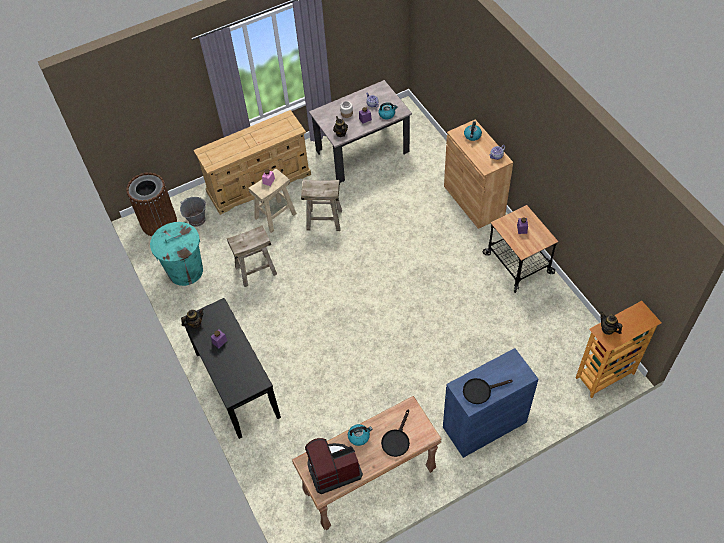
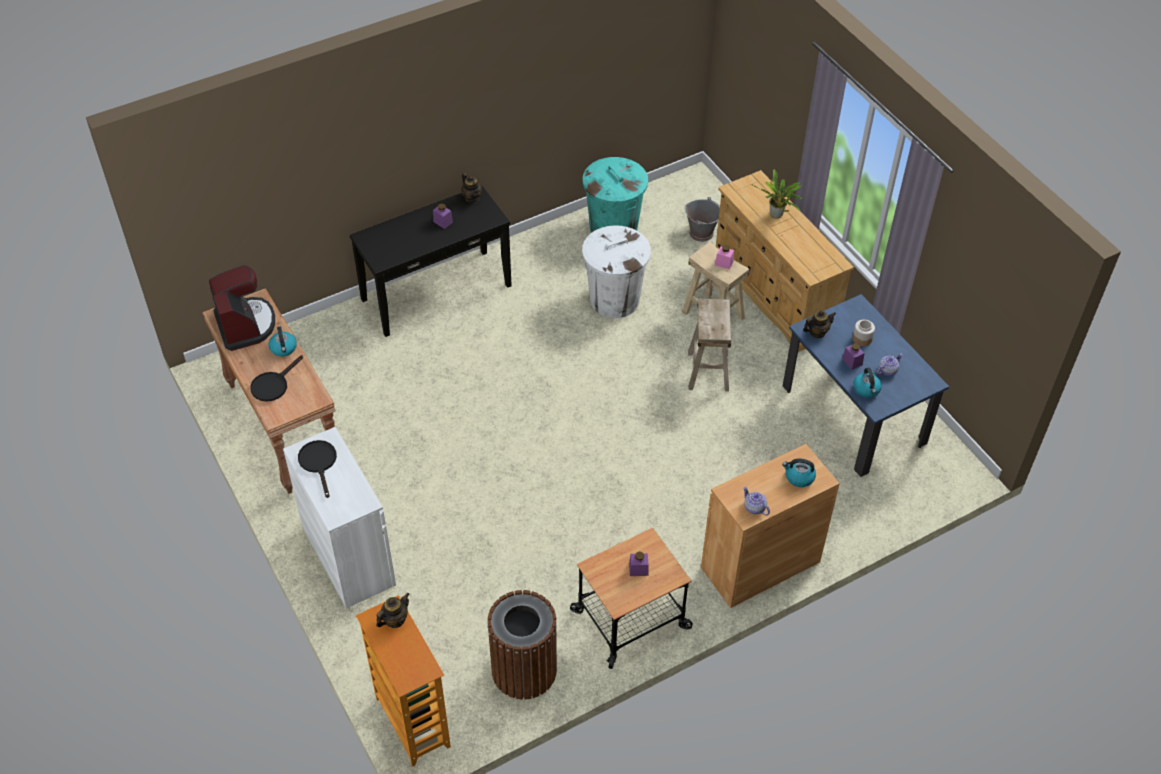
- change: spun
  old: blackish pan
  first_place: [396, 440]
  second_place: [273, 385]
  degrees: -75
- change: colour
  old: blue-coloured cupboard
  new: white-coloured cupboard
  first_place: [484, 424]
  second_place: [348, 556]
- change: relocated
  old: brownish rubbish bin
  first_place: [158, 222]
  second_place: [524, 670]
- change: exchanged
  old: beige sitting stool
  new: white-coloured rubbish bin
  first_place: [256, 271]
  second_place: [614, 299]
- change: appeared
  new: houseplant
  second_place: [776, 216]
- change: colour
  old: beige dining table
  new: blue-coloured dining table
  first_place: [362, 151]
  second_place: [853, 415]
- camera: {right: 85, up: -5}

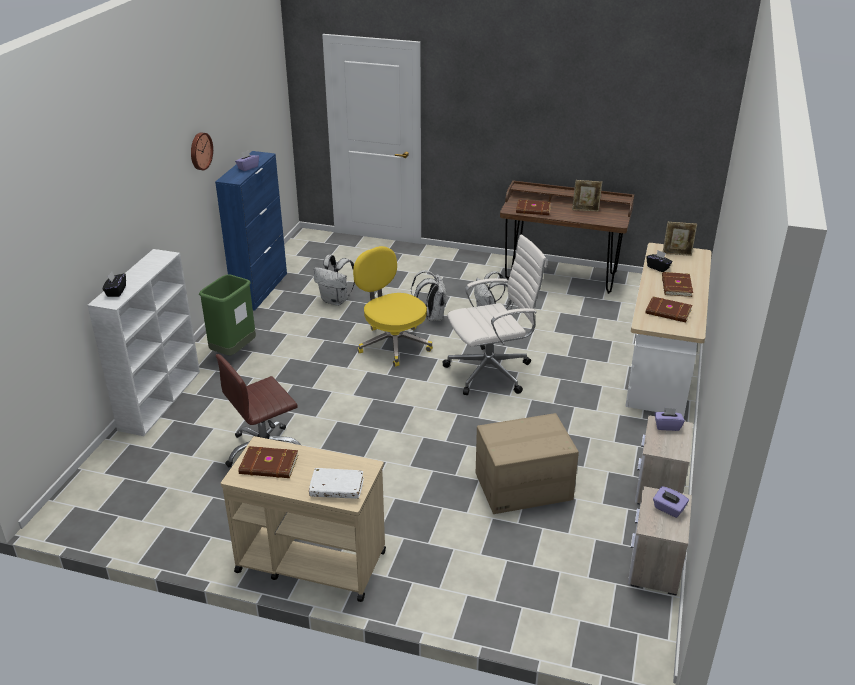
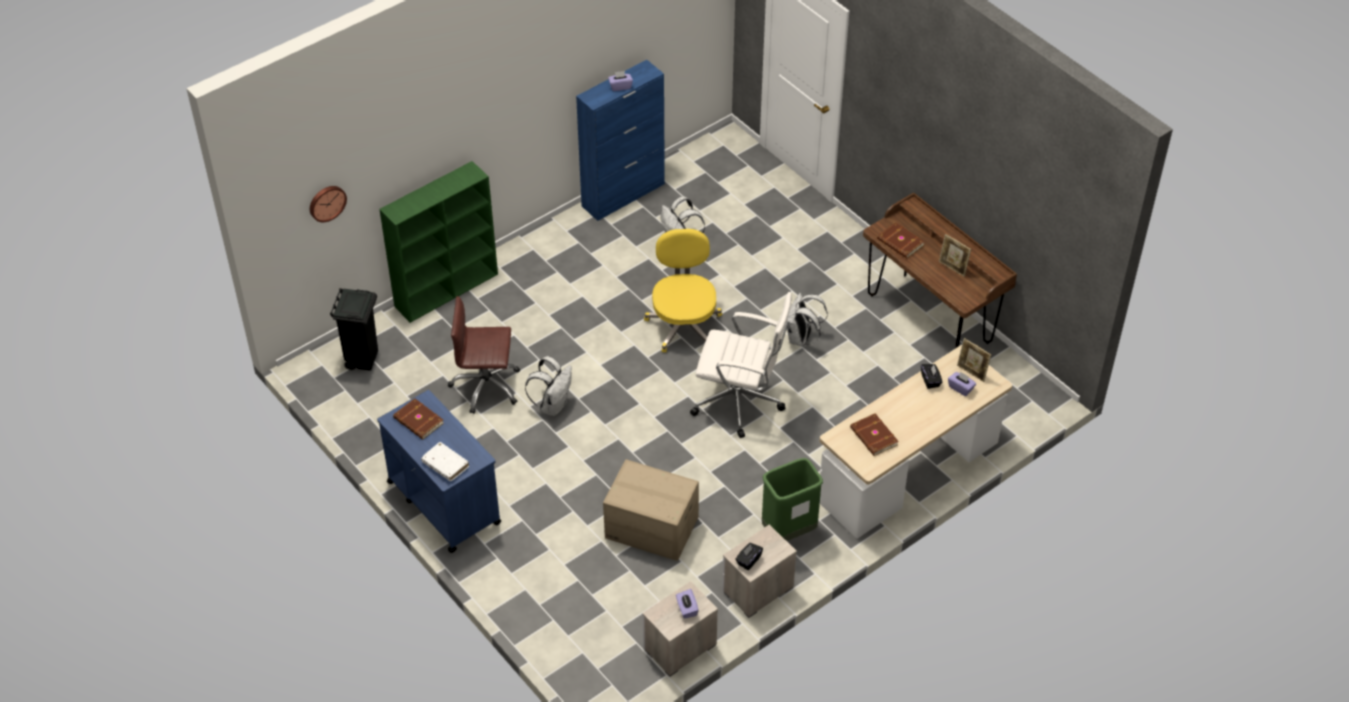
- change: relocated
  old: hanging clock
  first_place: [200, 151]
  second_place: [326, 202]
- change: appeared
  new: blackish rubbish bin
  second_place: [362, 359]
- change: colour
  old: beige wheeled cart
  new: blue-coloured wheeled cart
  first_place: [310, 561]
  second_place: [443, 502]
- change: colour
  old: white-coloured bookshelf
  new: green bookshelf
  first_place: [160, 399]
  second_place: [447, 289]
- change: relocated
  old: white-coloured rucksack
  first_place: [431, 317]
  second_place: [553, 405]
- change: relocated
  old: blackish tissue box
  first_place: [116, 291]
  second_place: [748, 560]
- change: relocated
  old: green rubbish bin
  first_place: [233, 351]
  second_place: [789, 531]
- change: relocated
  old: purplish tissue box
  first_place: [667, 426]
  second_place: [961, 388]
- change: missing
  old: brownish book
  first_place: [675, 286]
- camera: {right: 35, up: 15}

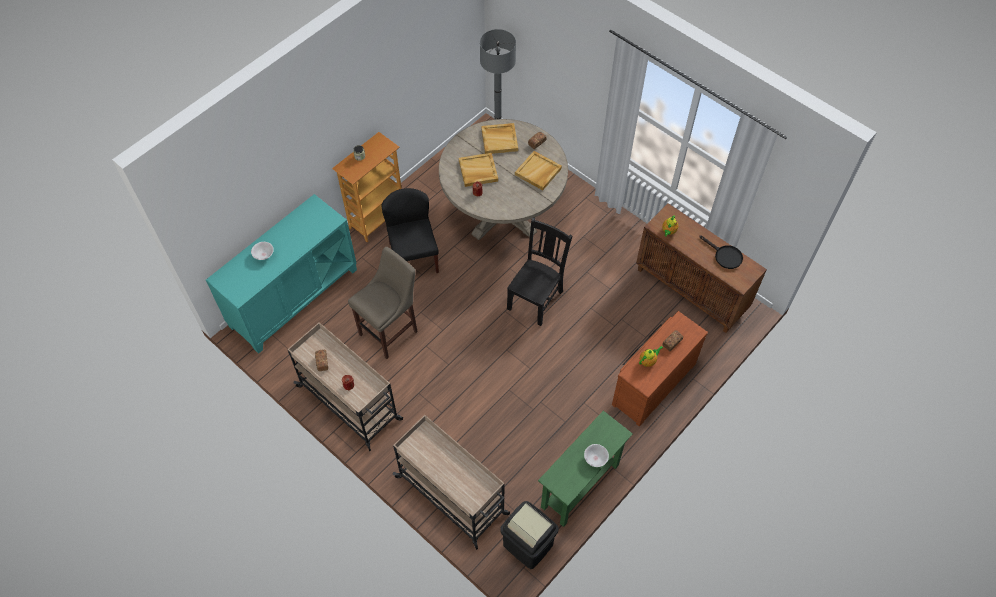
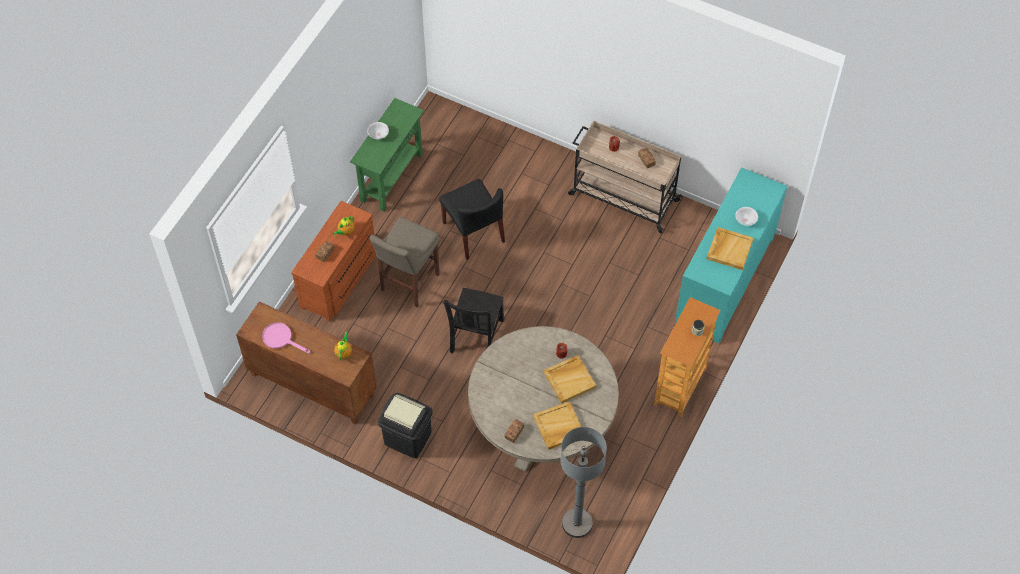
- change: colour
  old: blackish pan
  new: pinkish pan
  first_place: [724, 256]
  second_place: [281, 338]
- change: relocated
  old: beige sitting stool
  first_place: [391, 331]
  second_place: [408, 284]
- change: relocated
  old: blackish rubbish bin
  first_place: [528, 544]
  second_place: [407, 438]
- change: relocated
  old: blackish upright chair
  first_place: [413, 257]
  second_place: [473, 232]
- change: relocated
  old: beige serving tray
  first_place: [538, 172]
  second_place: [729, 249]
- change: missing
  old: beige wheeled cart
  first_place: [453, 496]
- camera: {right: 165, up: 0}

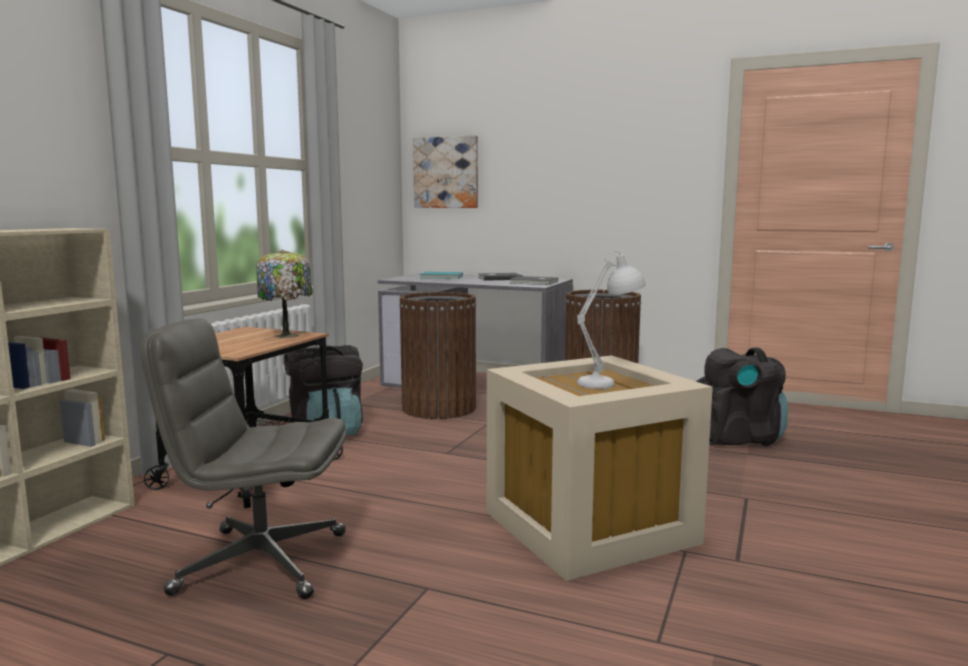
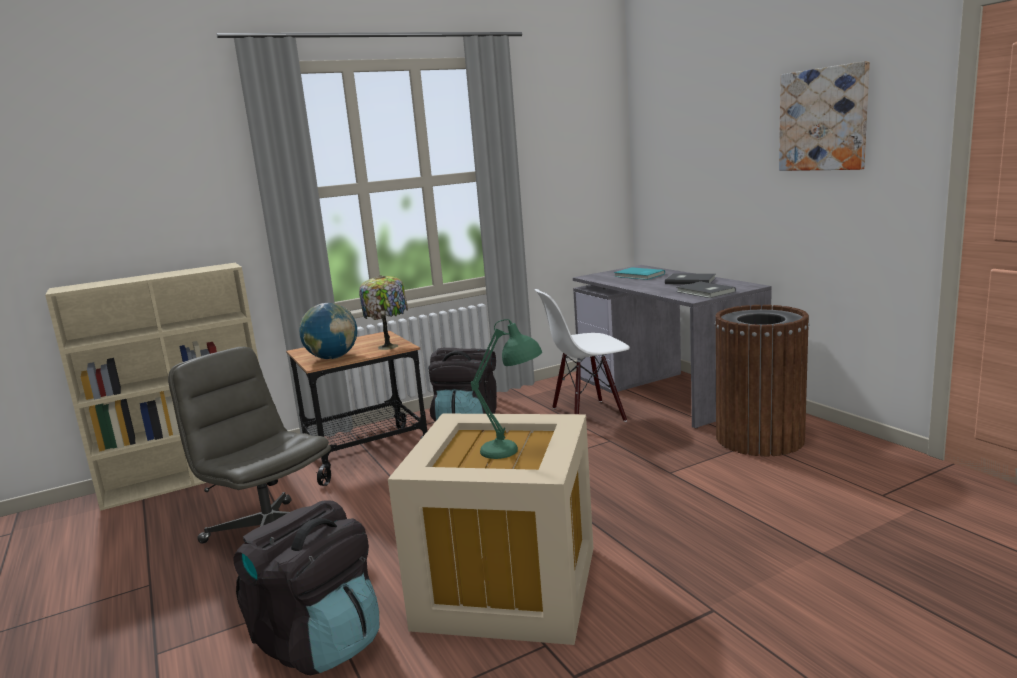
- change: relocated
  old: blackish rucksack
  first_place: [736, 439]
  second_place: [318, 641]
- change: appeared
  new: world globe
  second_place: [332, 358]
- change: colour
  old: white-coloured lamp for a table
  new: green lamp for a table
  first_place: [610, 382]
  second_place: [514, 452]
- change: exchanged
  old: brownish rubbish bin
  new: white-coloured upright chair
  first_place: [438, 408]
  second_place: [587, 415]
- change: relocated
  old: wall picture
  first_place: [446, 172]
  second_place: [823, 119]
- camera: {right: 40, up: 5}

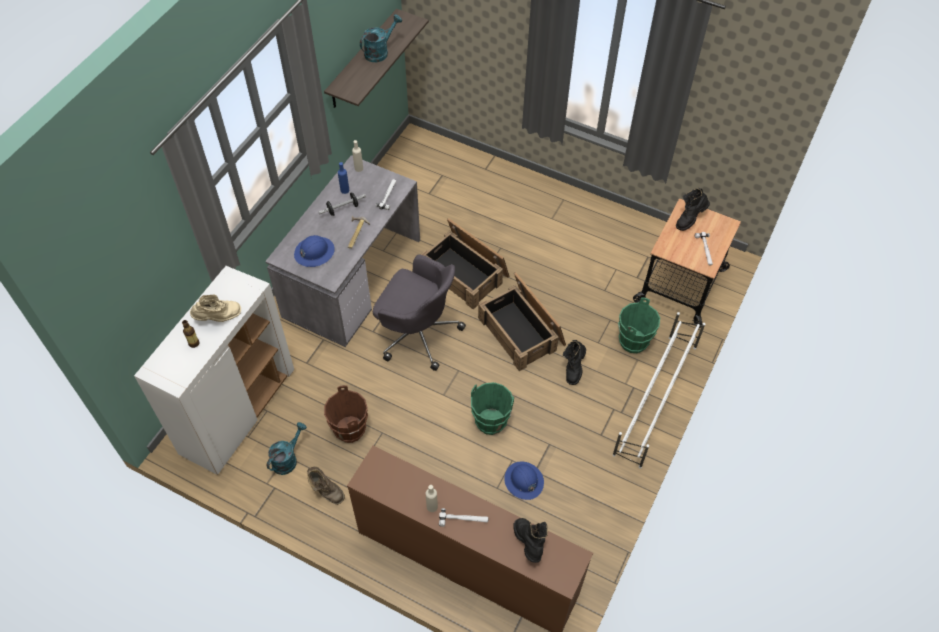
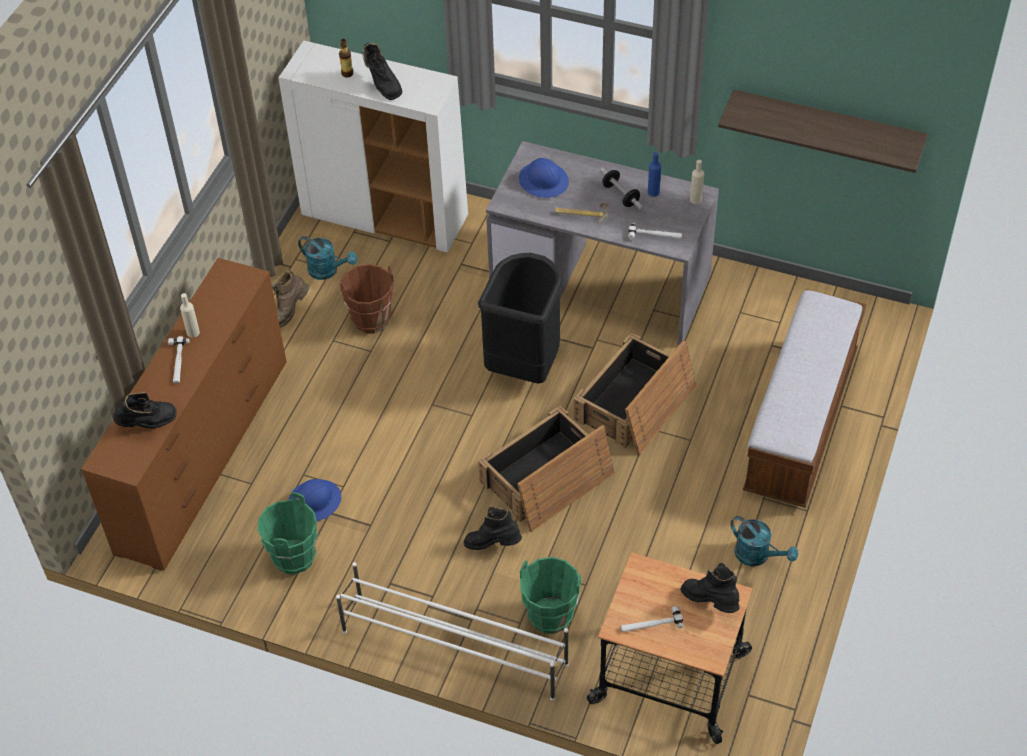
- change: relocated
  old: green water bucket
  first_place: [490, 422]
  second_place: [293, 557]
- change: colour
  old: beige boot
  new: blackish boot
  first_place: [218, 318]
  second_place: [382, 85]
- change: exchanged
  old: gray desk chair
  new: blackish rubbish bin
  first_place: [417, 333]
  second_place: [524, 365]
- change: relocated
  old: turquoise-coloured watering can
  first_place: [380, 52]
  second_place: [757, 556]
- change: appeared
  new: bench
  second_place: [800, 422]
- camera: {right: 85, up: -5}

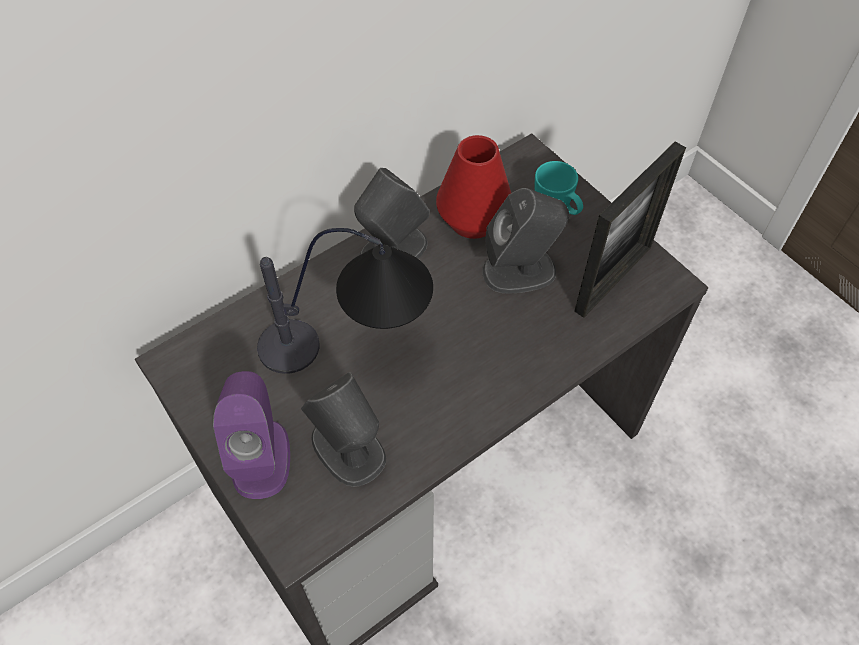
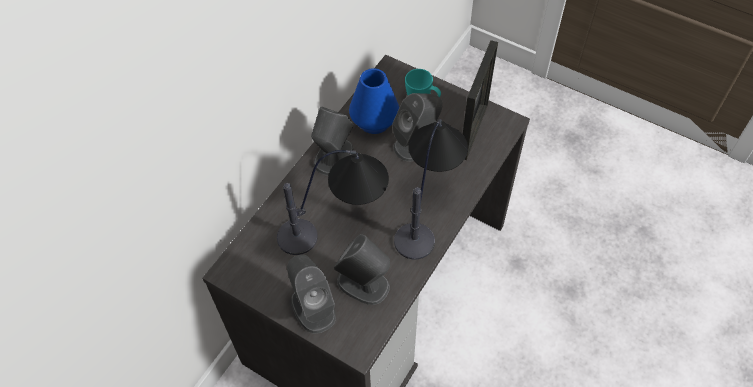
- change: colour
  old: purplish audio speaker
  new: gray audio speaker
  first_place: [260, 457]
  second_place: [313, 307]
- change: colour
  old: red vase
  new: blue-coloured vase
  first_place: [472, 220]
  second_place: [374, 121]
- change: appeared
  new: lamp for a table
  second_place: [426, 207]
- camera: {right: -20, up: 0}

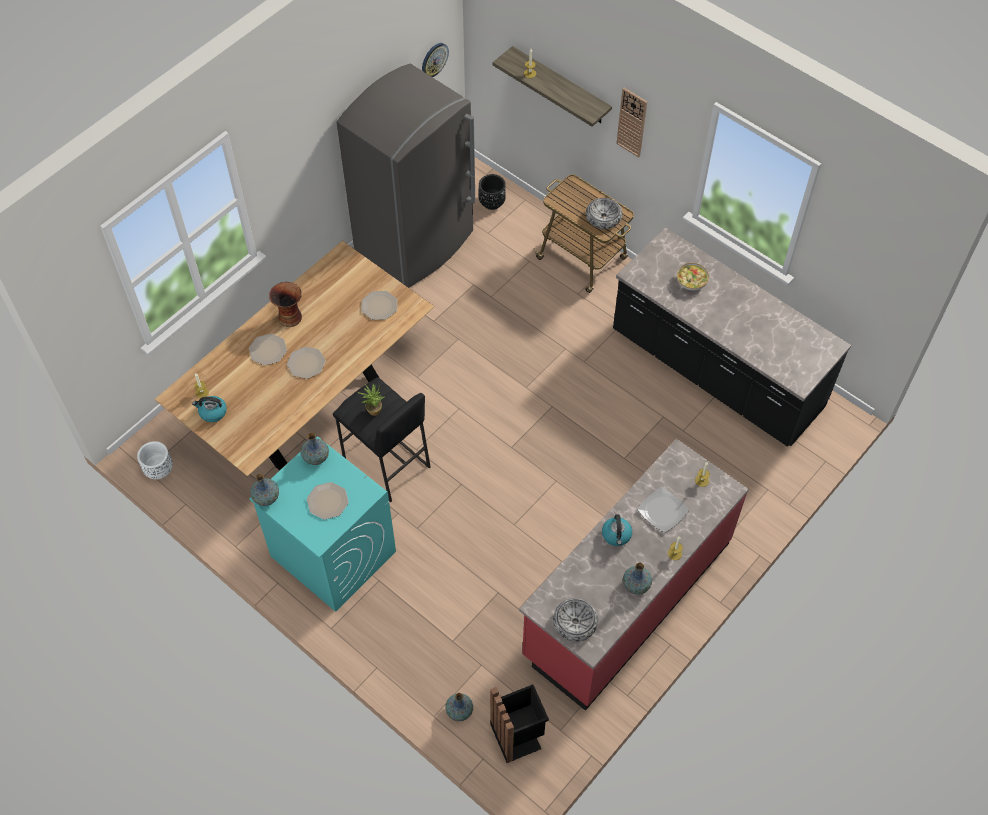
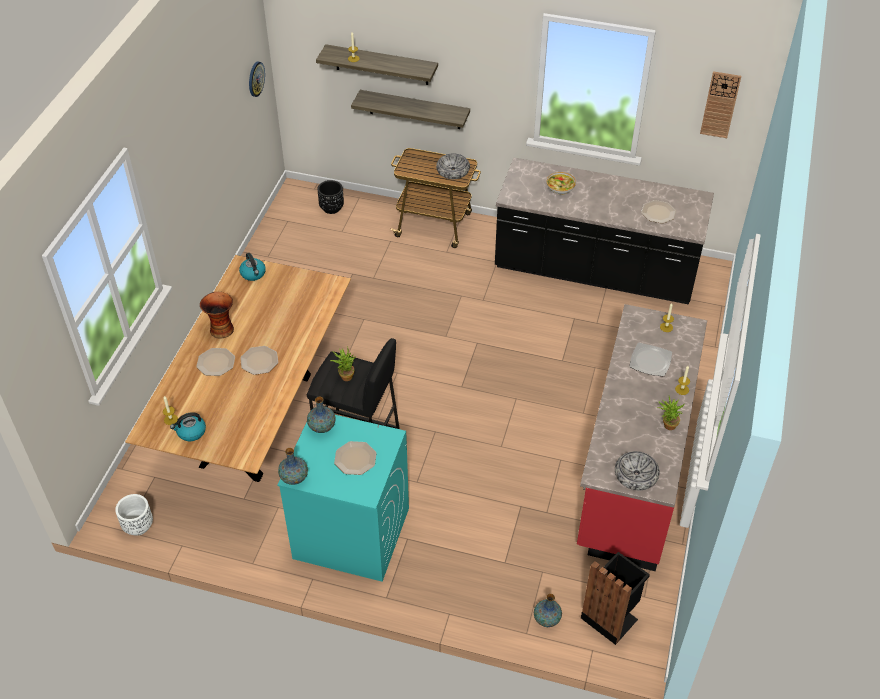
- change: relocated
  old: water kettle
  first_place: [616, 535]
  second_place: [253, 274]
- change: appeared
  new: shelf
  second_place: [414, 109]
- change: relocated
  old: plate
  first_place: [379, 306]
  second_place: [658, 212]
- change: exchanged
  old: vase
  new: houseplant
  first_place: [636, 585]
  second_place: [667, 425]
- change: relocated
  old: hanging clock
  first_place: [632, 122]
  second_place: [720, 104]
- change: missing
  old: gray kitchen fridge
  first_place: [415, 242]
- camera: {right: -25, up: -10}

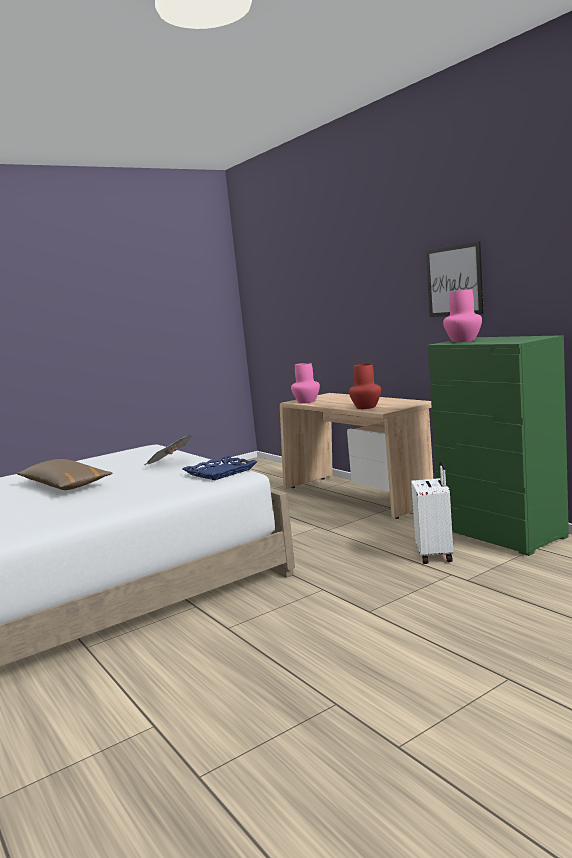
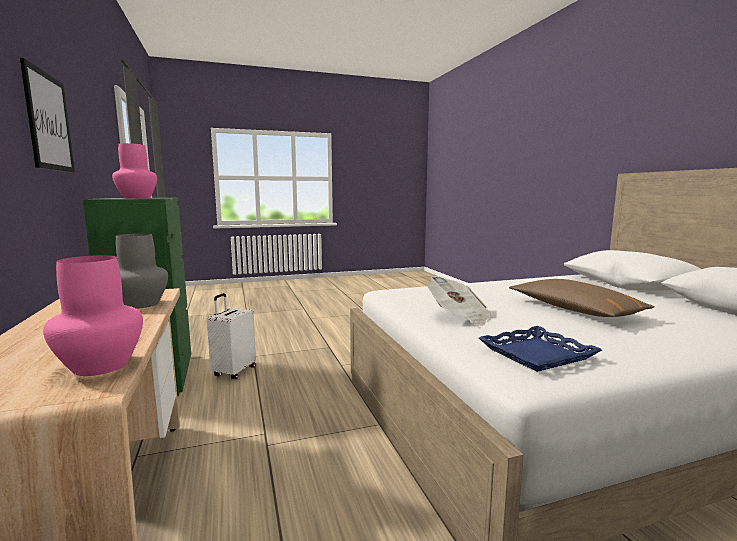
- change: colour
  old: red vase
  new: gray vase
  first_place: [366, 407]
  second_place: [141, 304]
- change: relocated
  old: blue-coloured serving tray
  first_place: [220, 472]
  second_place: [536, 354]
- camera: {right: -165, up: 0}

